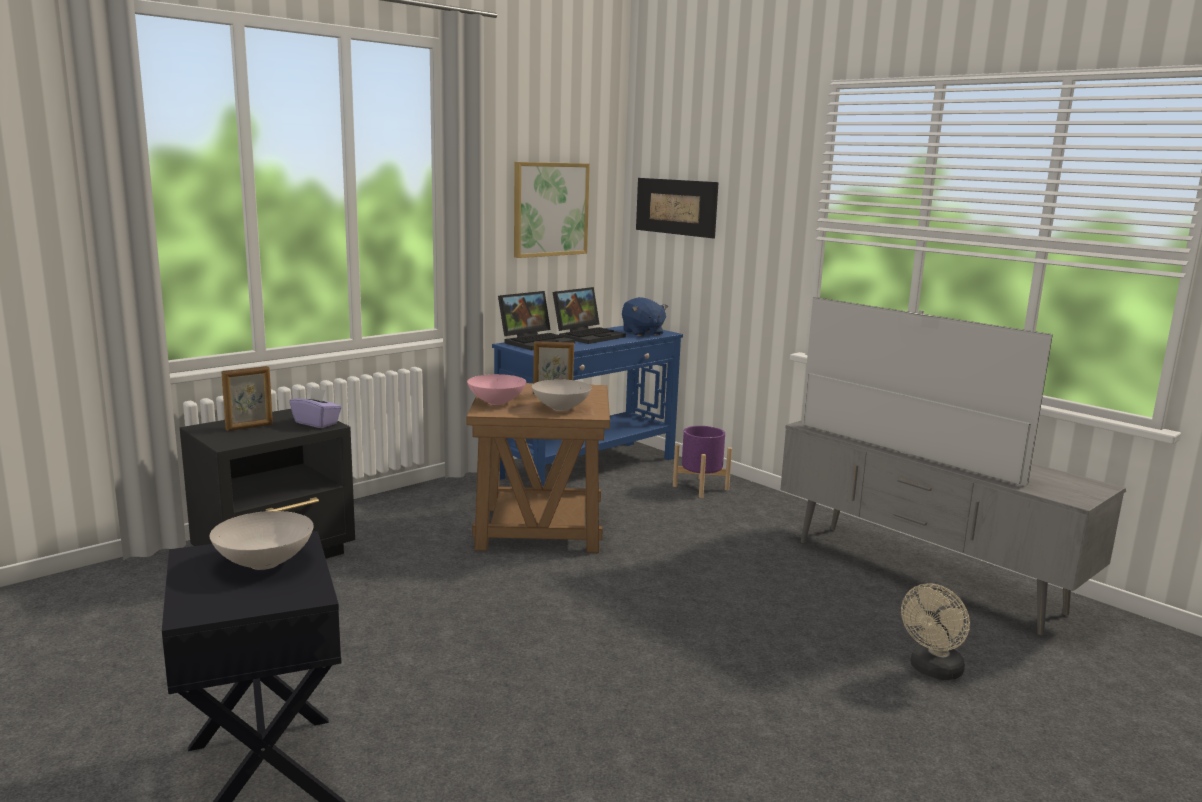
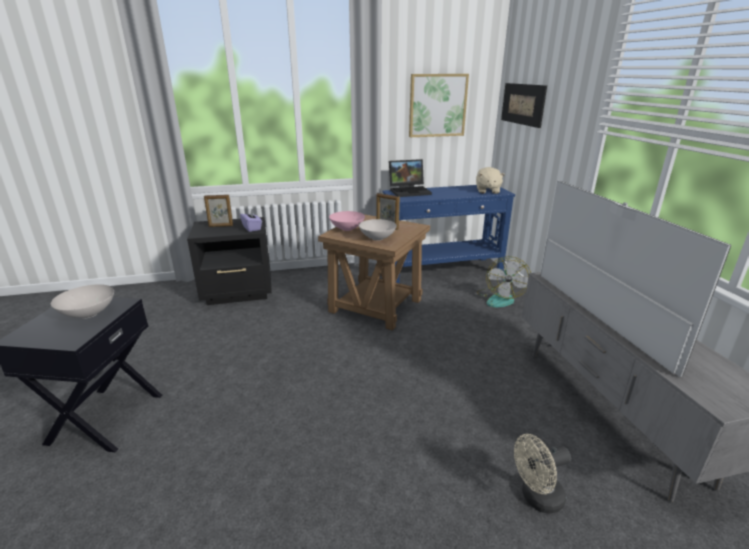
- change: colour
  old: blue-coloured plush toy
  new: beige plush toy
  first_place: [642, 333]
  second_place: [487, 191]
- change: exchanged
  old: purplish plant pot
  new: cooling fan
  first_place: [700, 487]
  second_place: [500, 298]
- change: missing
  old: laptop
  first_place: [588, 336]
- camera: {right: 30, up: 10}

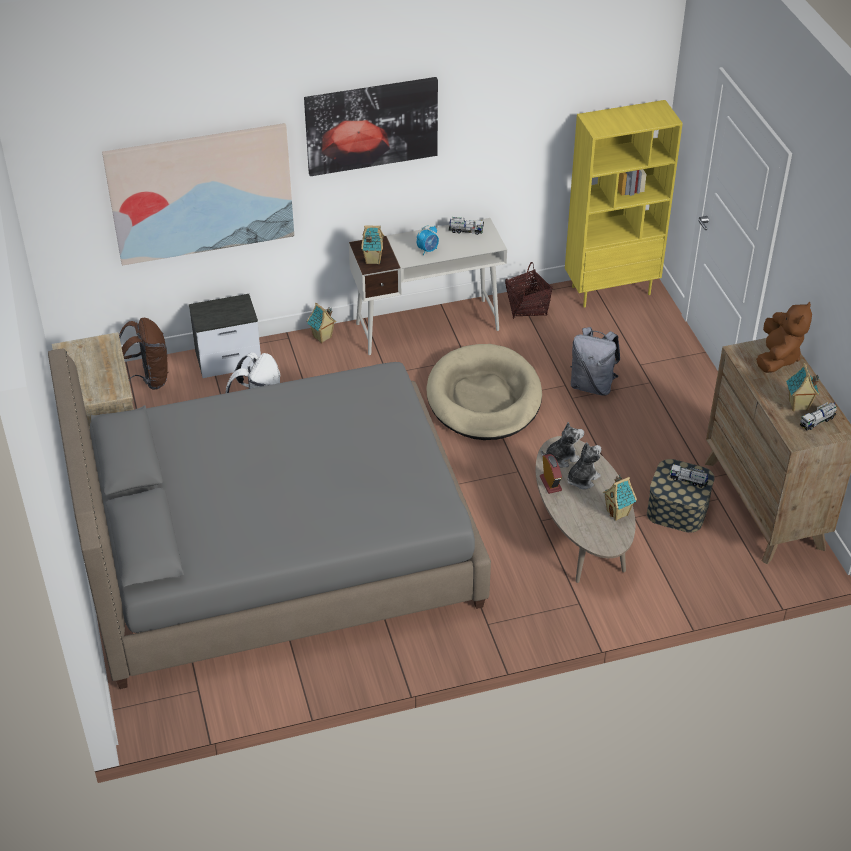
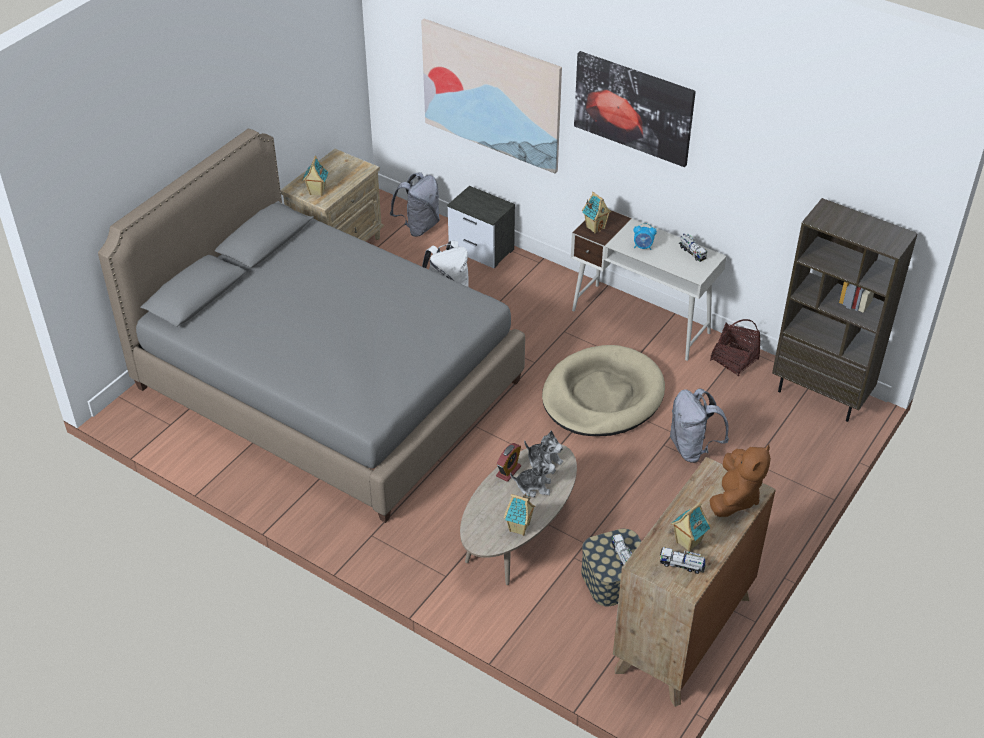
- change: relocated
  old: toy house
  first_place: [322, 337]
  second_place: [316, 192]
- change: colour
  old: brownish rucksack
  new: gray rucksack
  first_place: [148, 379]
  second_place: [419, 227]
- change: spun
  old: brownish plush toy
  first_place: [777, 357]
  second_place: [735, 498]
  degrees: -45
- change: colour
  old: yellowish bookshelf
  new: brownish bookshelf
  first_place: [611, 289]
  second_place: [821, 395]
- camera: {right: 50, up: 0}

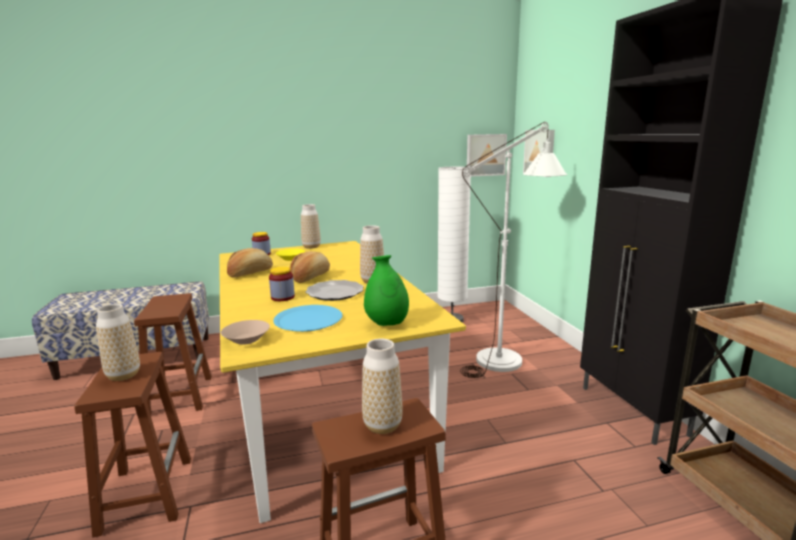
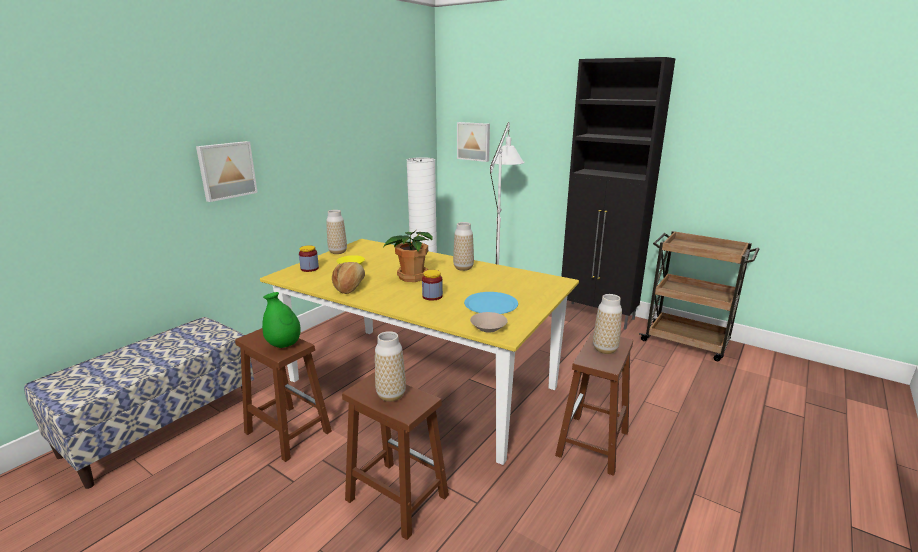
- change: relocated
  old: wall picture
  first_place: [485, 155]
  second_place: [226, 170]
- change: relocated
  old: green vase
  first_place: [387, 324]
  second_place: [284, 345]
- change: exchanged
  old: baked bread
  new: houseplant
  first_place: [311, 277]
  second_place: [411, 277]
- change: missing
  old: plate
  first_place: [334, 292]
- camera: {right: -40, up: 5}

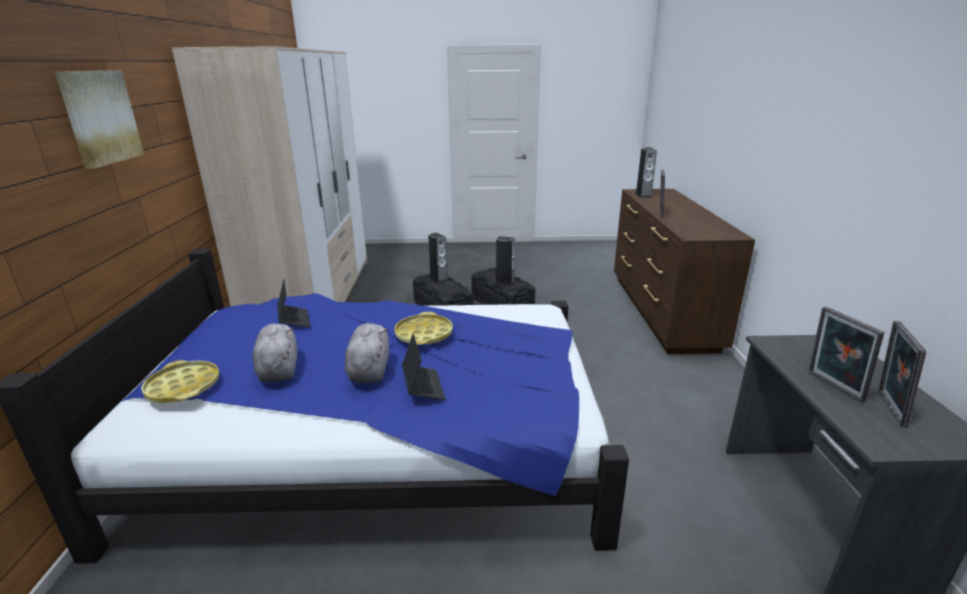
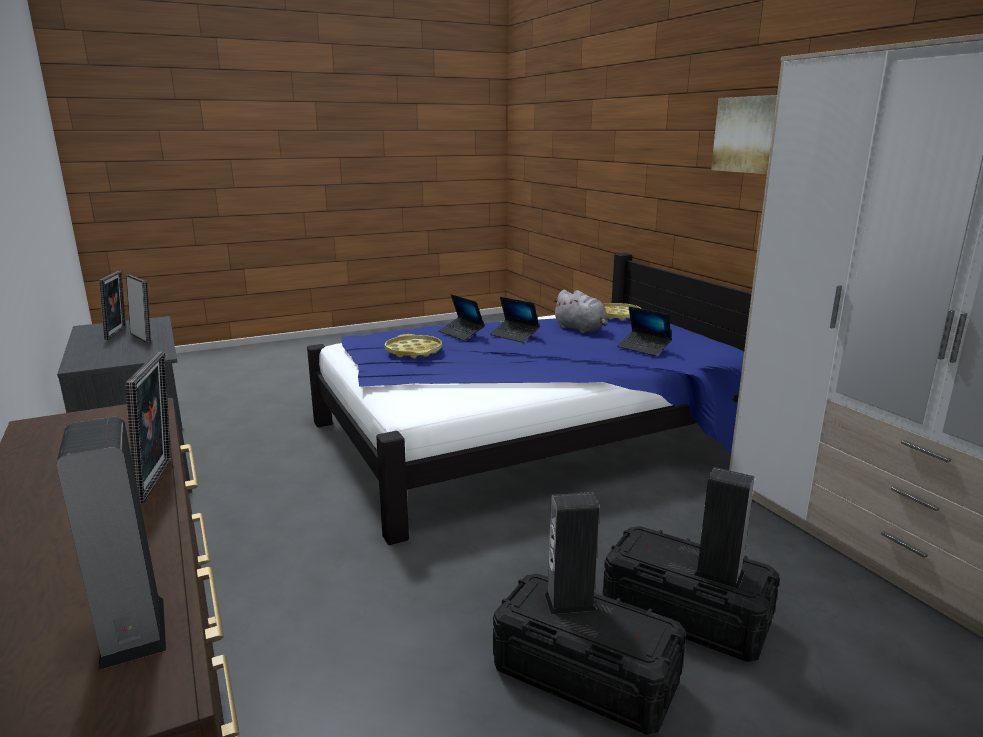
- change: relocated
  old: yellowish serving tray
  first_place: [424, 334]
  second_place: [413, 351]
- change: exchanged
  old: gray plush toy
  new: laptop
  first_place: [369, 370]
  second_place: [514, 335]
- camera: {right: 155, up: -5}

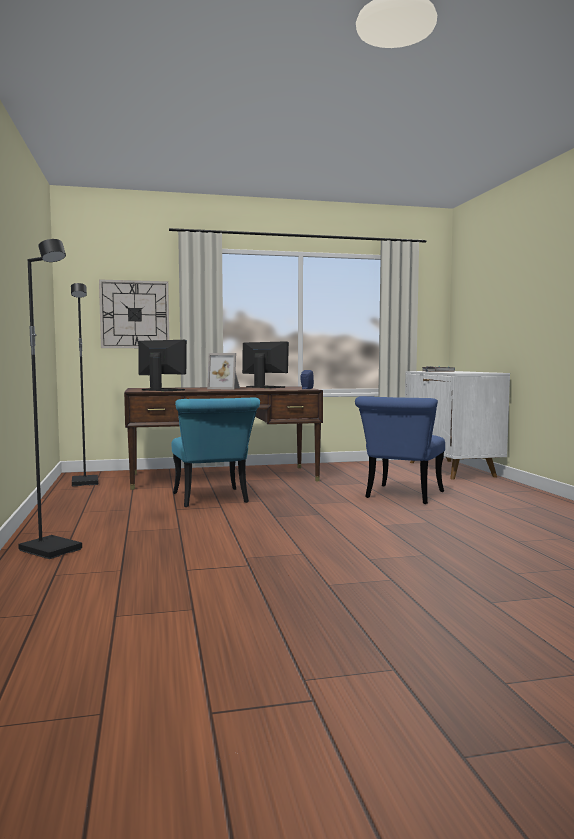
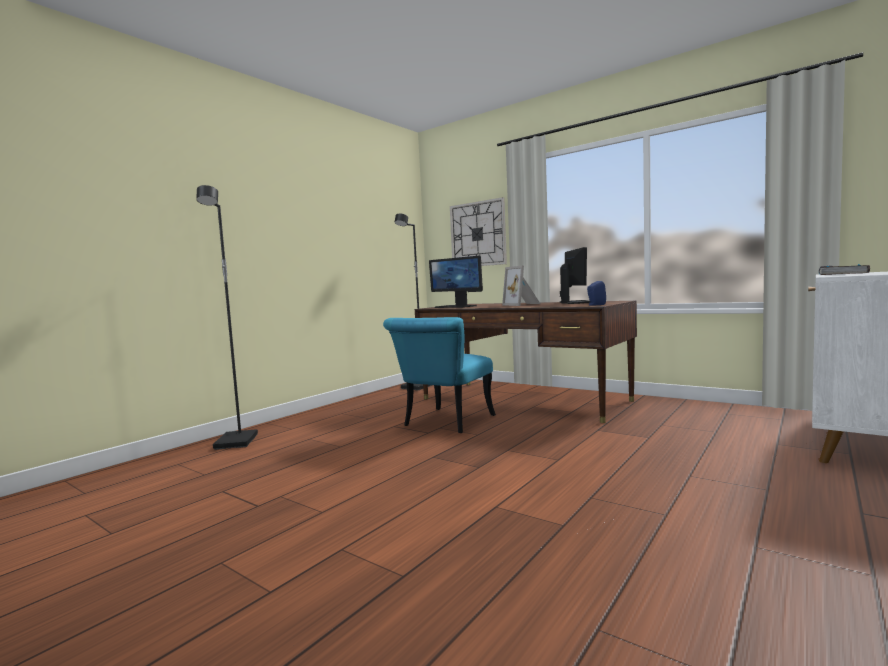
- change: spun
  old: monitor
  first_place: [162, 390]
  second_place: [456, 306]
  degrees: 135
- change: missing
  old: blue-coloured upright chair
  first_place: [401, 496]
- camera: {right: 50, up: 0}

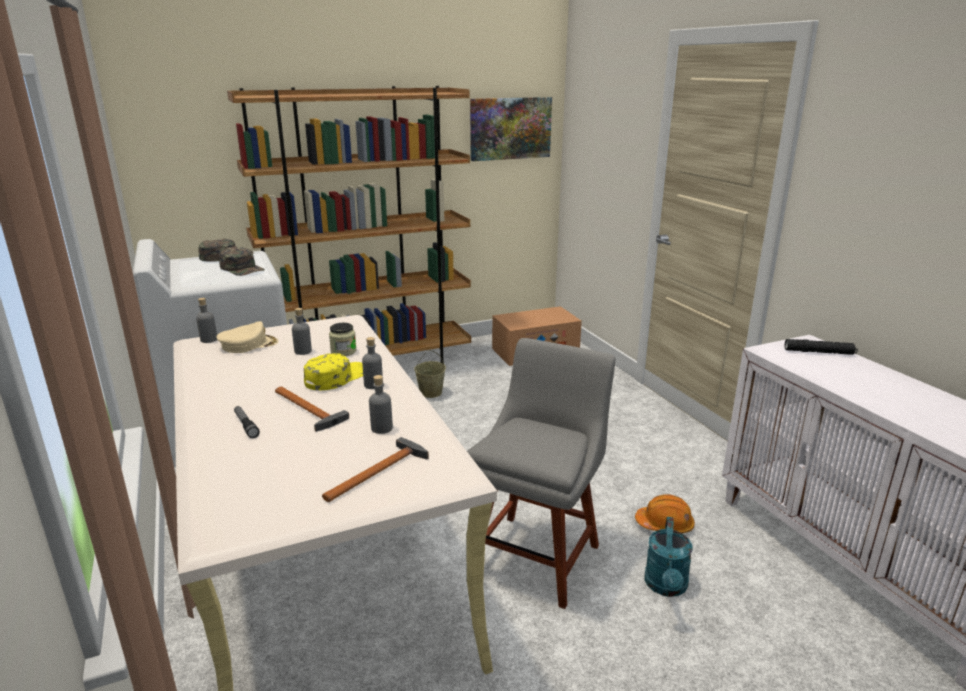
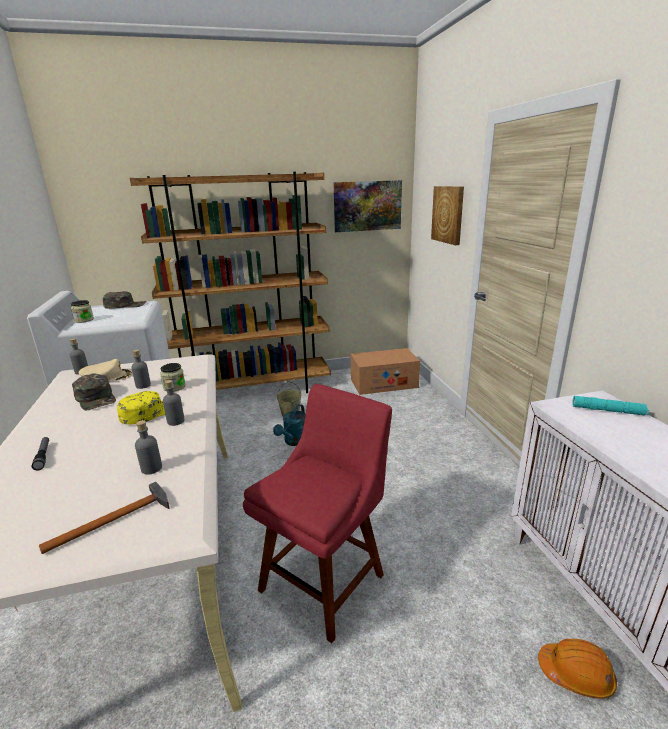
- change: appeared
  new: preserve jar
  second_place: [84, 320]
- change: relocated
  old: green peaked cap
  first_place: [242, 269]
  second_place: [96, 398]
- change: colour
  old: gray upright chair
  new: red upright chair
  first_place: [537, 554]
  second_place: [325, 578]
- change: relocated
  old: turquoise-coloured watering can
  first_place: [666, 587]
  second_place: [294, 442]
- change: appeared
  new: wall picture
  second_place: [448, 214]
- change: relocated
  old: orangey safety helmet
  first_place: [665, 524]
  second_place: [576, 674]
- change: colour
  old: blackish flashlight
  new: turquoise-coloured flashlight
  first_place: [819, 352]
  second_place: [608, 410]
- change: missing
  old: tool hammer
  first_place: [308, 410]
- camera: {right: 10, up: 0}

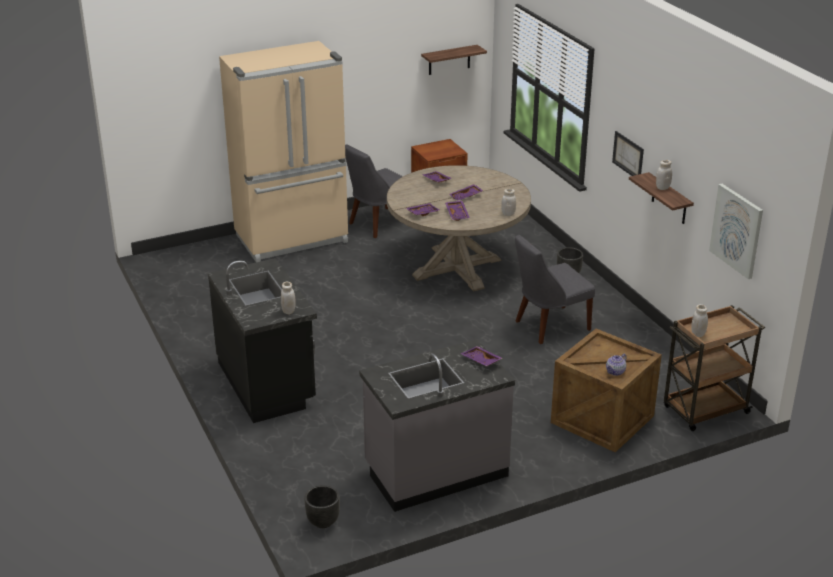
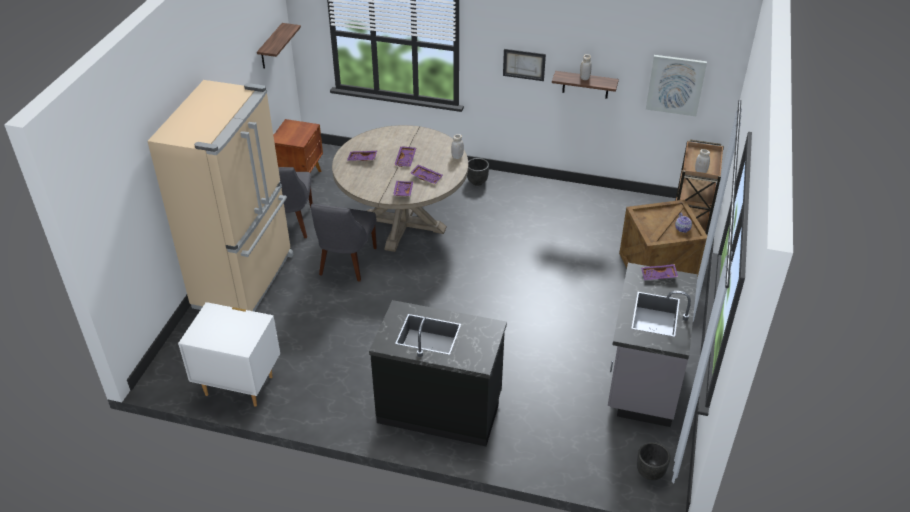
- change: appeared
  new: white-coloured nightstand
  second_place: [239, 385]
- change: relocated
  old: gray upright chair
  first_place: [549, 326]
  second_place: [346, 263]
- change: missing
  old: white-coloured preserve jar
  first_place: [288, 311]
- camera: {right: -50, up: 10}

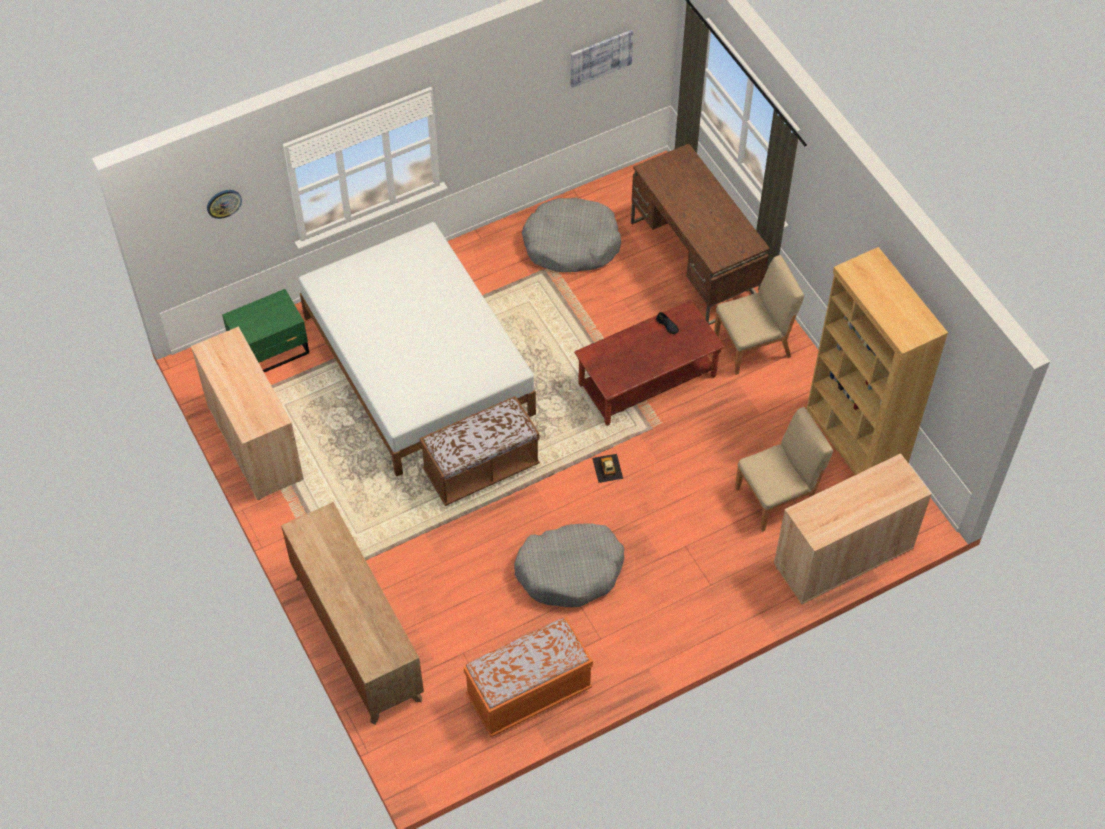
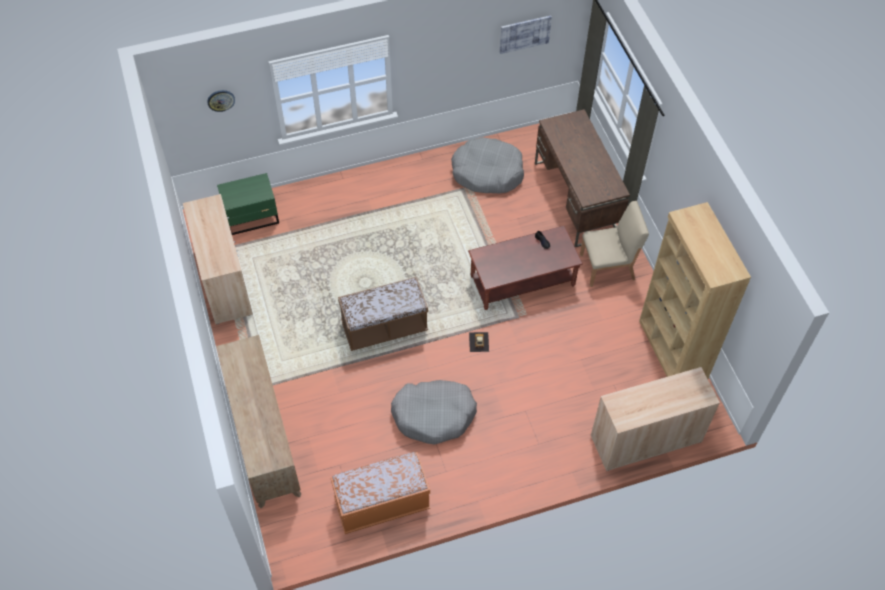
- change: missing
  old: white-coloured sleeping bed
  first_place: [418, 365]
- change: missing
  old: beige upright chair
  first_place: [777, 498]
- camera: {right: 10, up: 0}

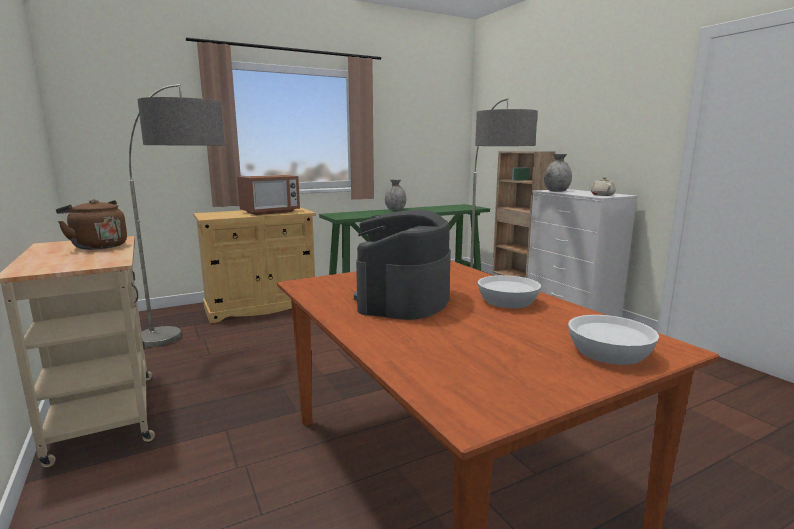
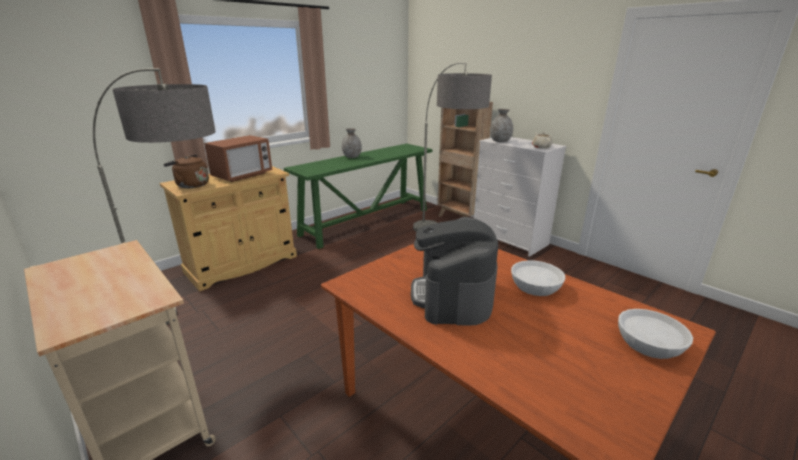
- change: relocated
  old: brownish water kettle
  first_place: [97, 246]
  second_place: [190, 185]
- camera: {right: -15, up: 10}

